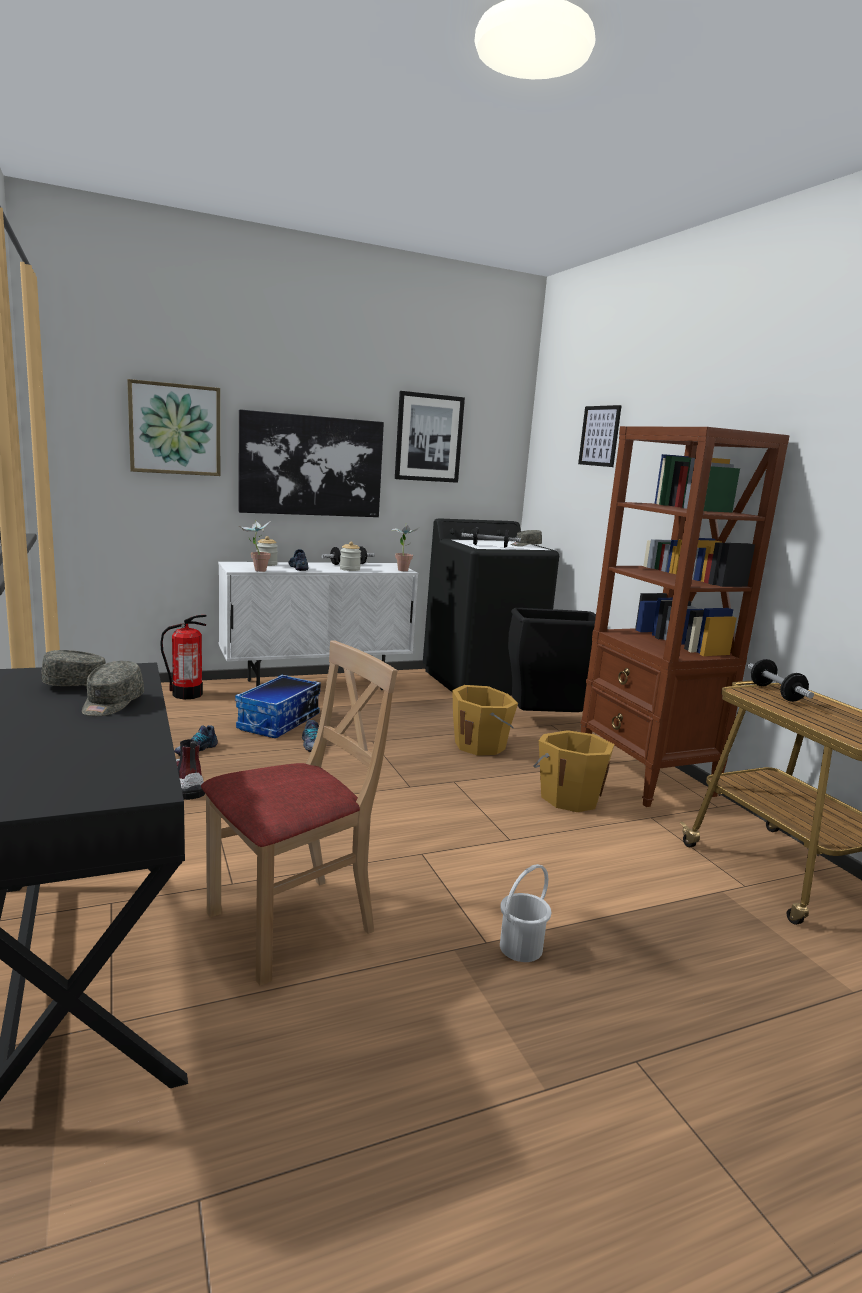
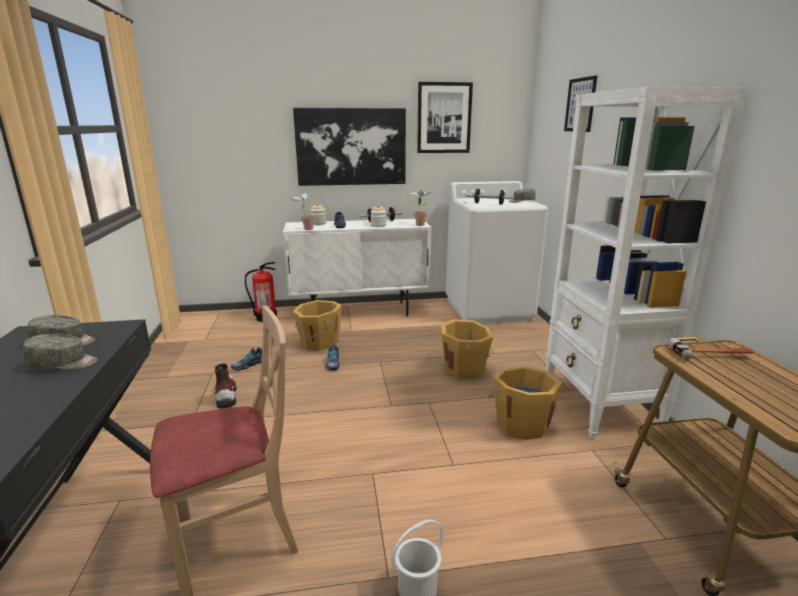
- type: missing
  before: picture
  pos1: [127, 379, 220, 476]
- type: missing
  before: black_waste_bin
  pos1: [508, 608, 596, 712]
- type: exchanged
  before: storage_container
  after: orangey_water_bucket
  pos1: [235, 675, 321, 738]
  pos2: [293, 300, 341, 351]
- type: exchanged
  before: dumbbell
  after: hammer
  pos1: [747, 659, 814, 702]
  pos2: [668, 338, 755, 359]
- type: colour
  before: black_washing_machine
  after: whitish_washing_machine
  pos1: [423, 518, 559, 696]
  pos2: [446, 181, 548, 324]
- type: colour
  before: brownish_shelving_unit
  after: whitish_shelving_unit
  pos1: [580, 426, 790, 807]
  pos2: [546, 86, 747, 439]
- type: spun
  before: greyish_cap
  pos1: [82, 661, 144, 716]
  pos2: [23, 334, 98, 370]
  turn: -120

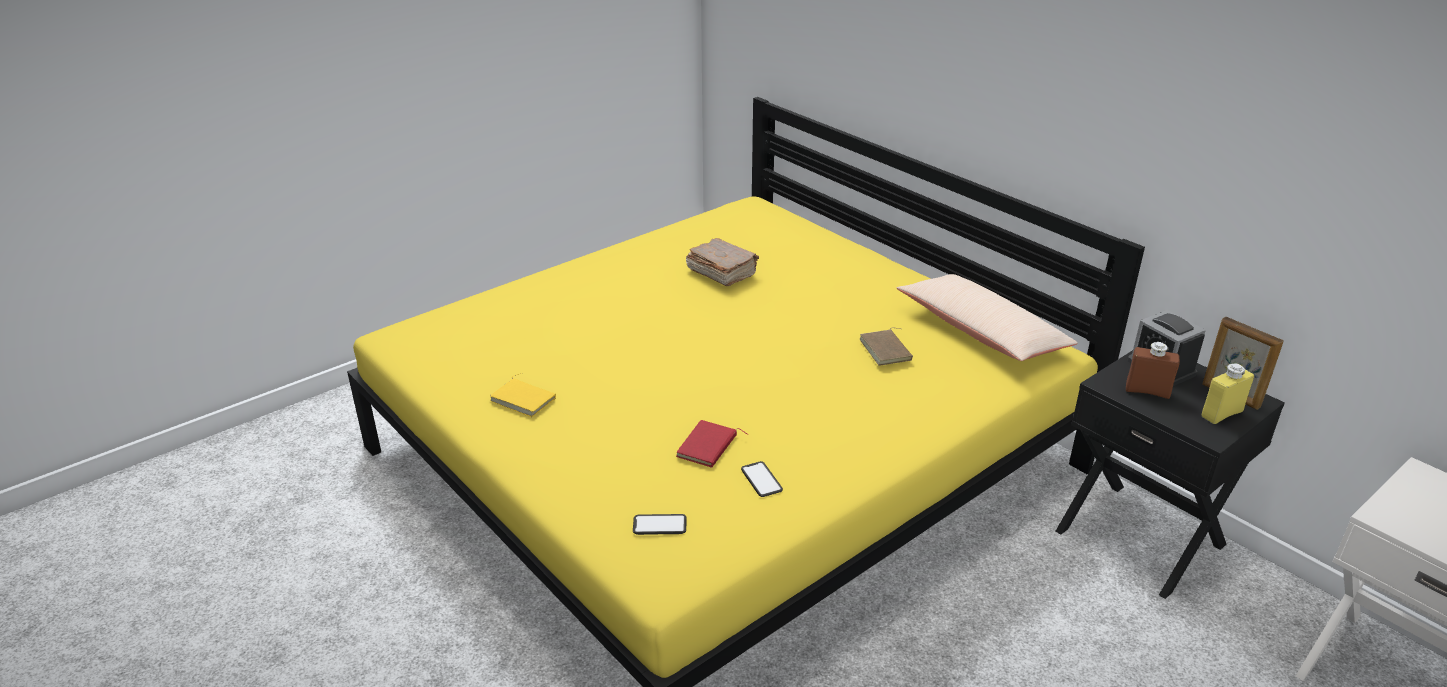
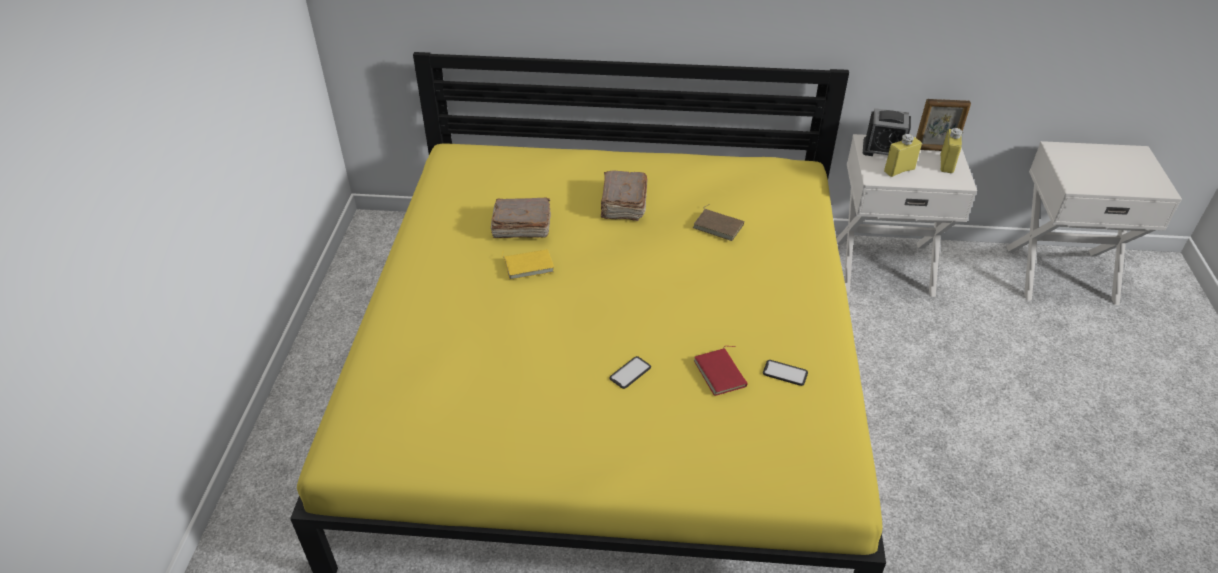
- type: missing
  before: beige_pillow
  pos1: [897, 274, 1078, 361]
- type: appeared
  after: brownish_volume
  pos2: [601, 171, 648, 221]
- type: relocated
  before: yellow_volume
  pos1: [490, 373, 556, 417]
  pos2: [502, 249, 554, 280]
- type: relocated
  before: telephone
  pos1: [633, 514, 686, 535]
  pos2: [609, 356, 651, 389]
- type: colour
  before: black_nightstand
  after: whitish_nightstand
  pos1: [1056, 350, 1285, 599]
  pos2: [836, 134, 977, 297]
- type: colour
  before: brownish_bottle
  after: yellow_bottle
  pos1: [1126, 342, 1180, 399]
  pos2: [884, 134, 922, 177]

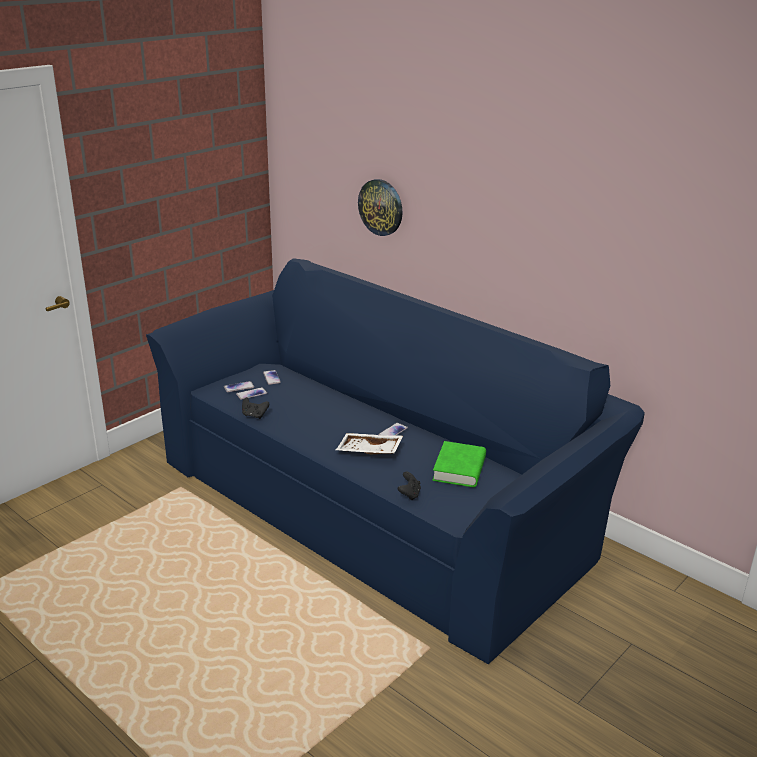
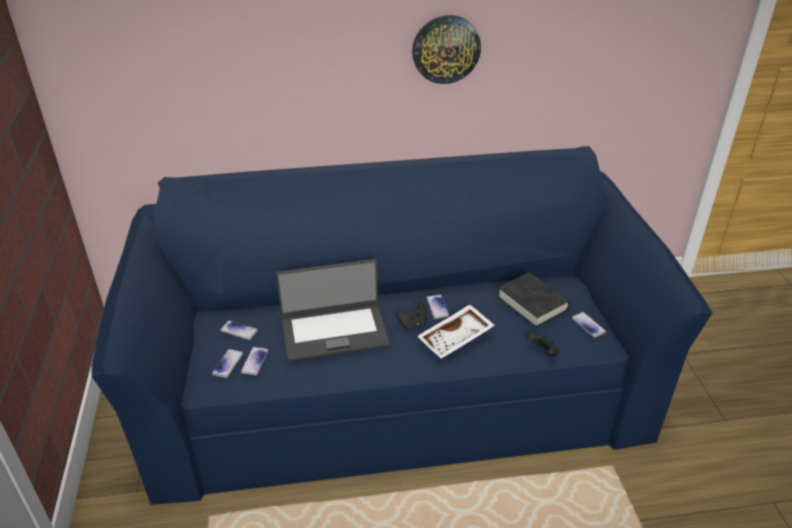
- type: appeared
  after: notebook_computer
  pos2: [276, 259, 390, 361]
- type: appeared
  after: telephone
  pos2: [571, 312, 606, 338]
- type: relocated
  before: black_gamepad
  pos1: [242, 397, 269, 419]
  pos2: [395, 302, 427, 330]
- type: relocated
  before: wall_clock
  pos1: [358, 179, 403, 236]
  pos2: [412, 15, 481, 84]
- type: colour
  before: green_volume
  after: black_volume
  pos1: [433, 441, 486, 487]
  pos2: [497, 272, 570, 328]

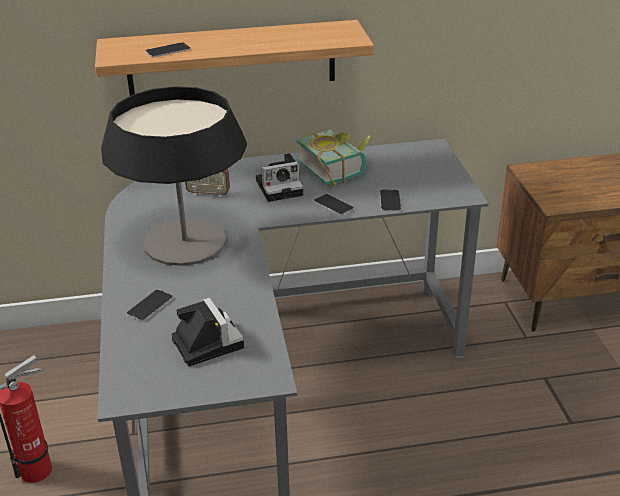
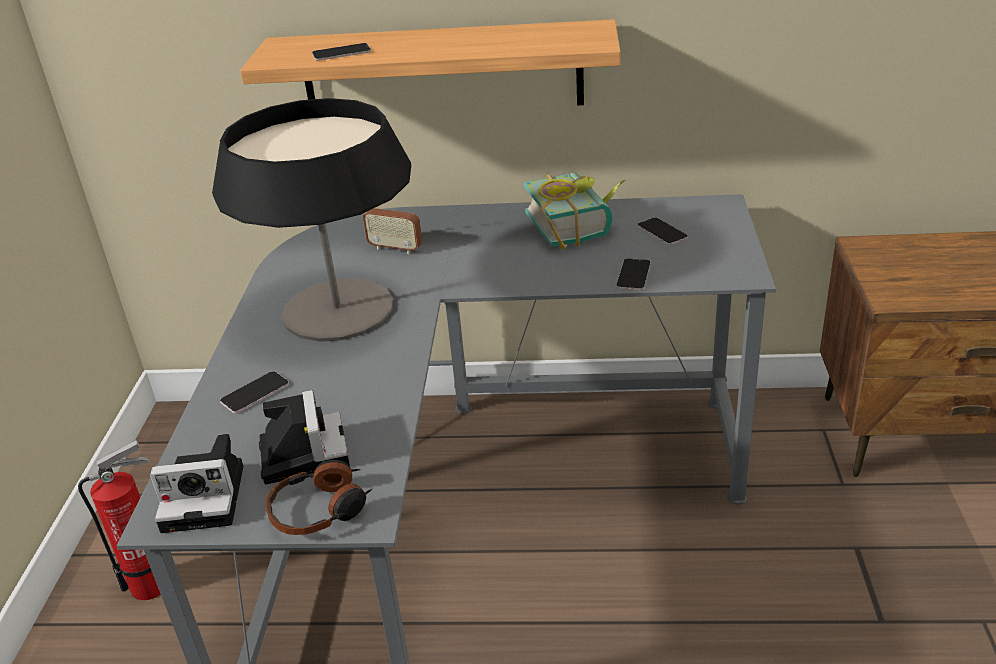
- type: appeared
  after: pair_of_headphones
  pos2: [265, 460, 372, 535]
- type: relocated
  before: still_camera
  pos1: [256, 153, 303, 202]
  pos2: [150, 434, 243, 533]
- type: relocated
  before: telephone
  pos1: [314, 194, 354, 215]
  pos2: [637, 217, 688, 245]

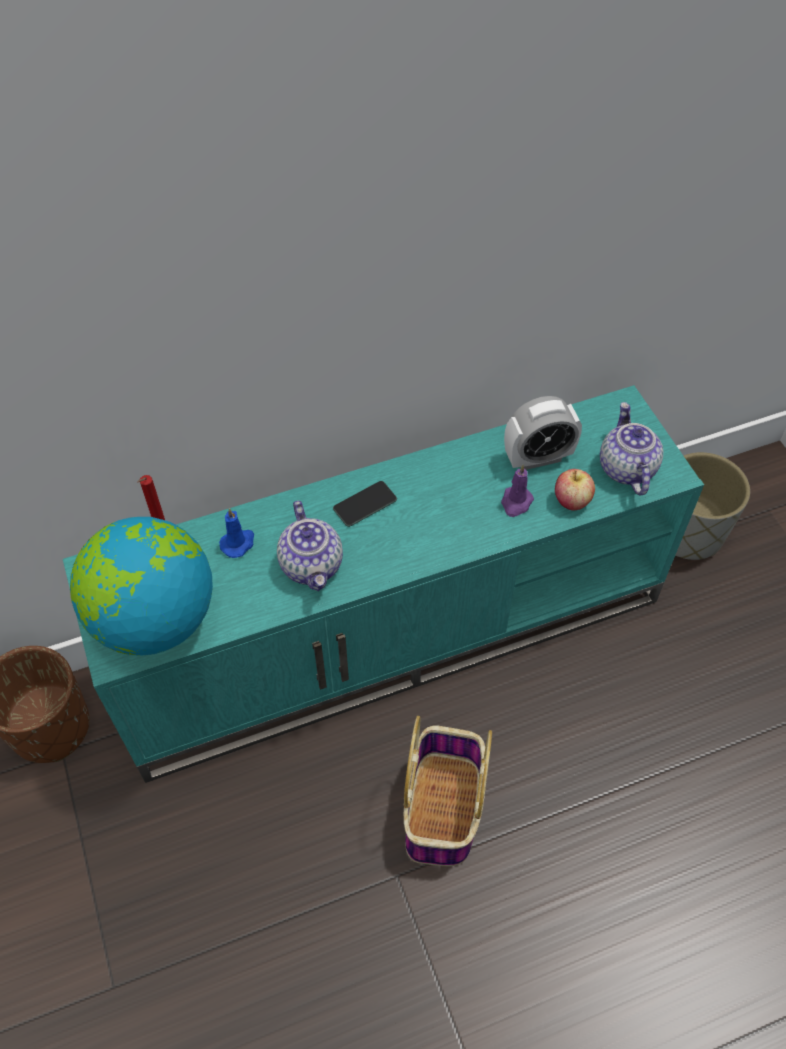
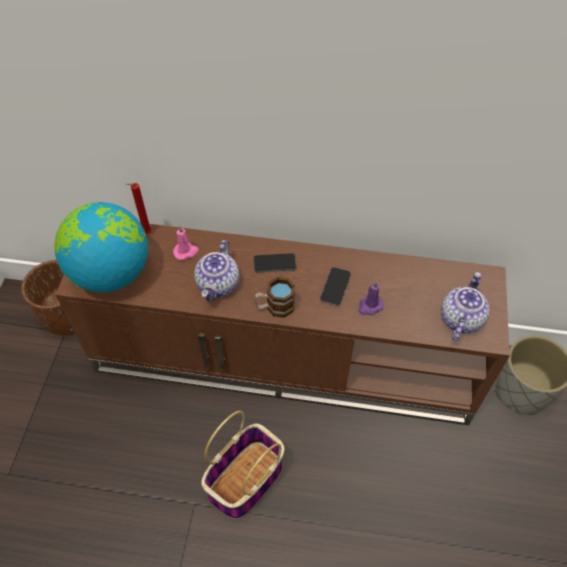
- type: missing
  before: bedside_clock
  pos1: [504, 396, 582, 470]
- type: missing
  before: whole_apple
  pos1: [555, 469, 595, 511]
- type: appeared
  after: coffee_mug
  pos2: [254, 277, 295, 318]
- type: appeared
  after: telephone
  pos2: [320, 267, 351, 306]
- type: colour
  before: blue-green_tv_stand
  after: brownish_tv_stand
  pos1: [63, 385, 704, 783]
  pos2: [55, 224, 510, 425]
- type: colour
  before: bluish_wax_light
  after: pink-coloured_wax_light
  pos1: [219, 508, 254, 558]
  pos2: [173, 226, 199, 260]

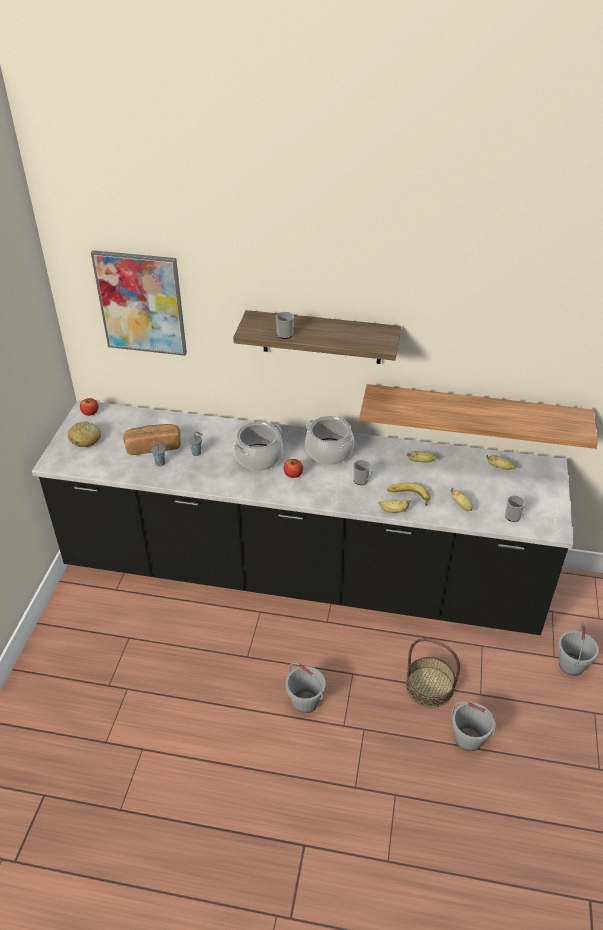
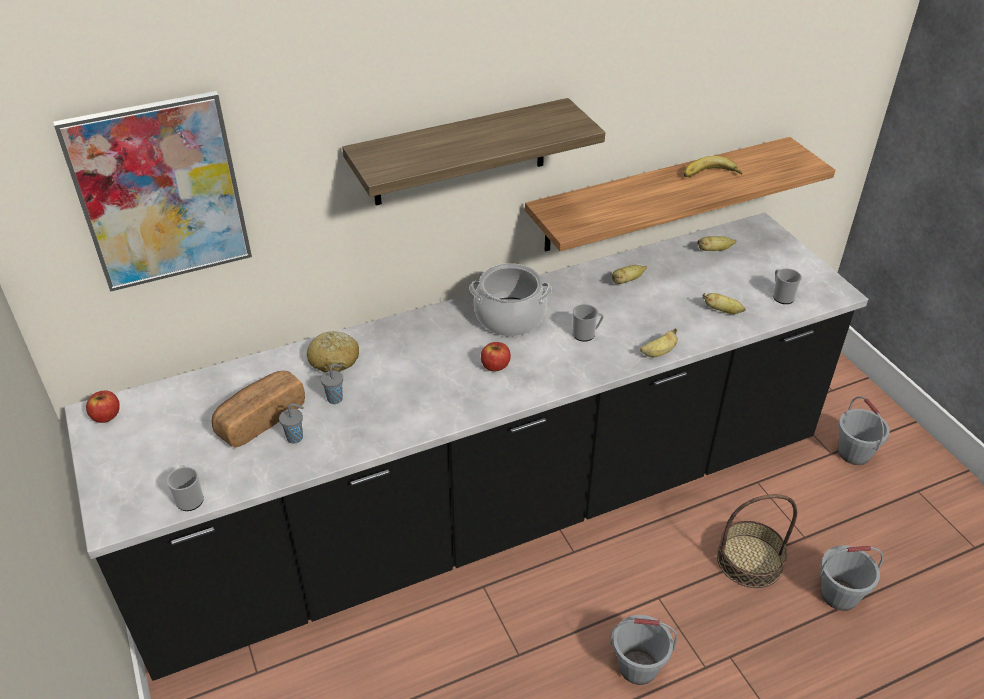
- type: missing
  before: cooking_pot
  pos1: [234, 422, 283, 471]
- type: relocated
  before: bread
  pos1: [68, 422, 101, 447]
  pos2: [307, 331, 359, 372]
- type: relocated
  before: coffee_mug
  pos1: [276, 312, 294, 339]
  pos2: [167, 465, 204, 511]
- type: relocated
  before: banana_fruit
  pos1: [387, 483, 430, 506]
  pos2: [684, 156, 742, 177]

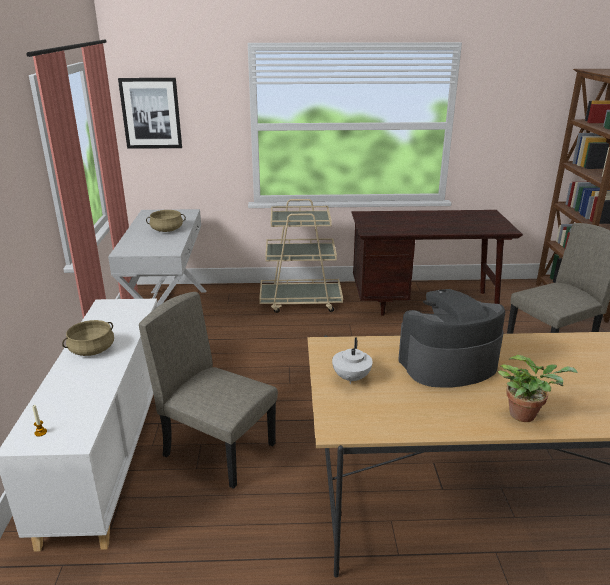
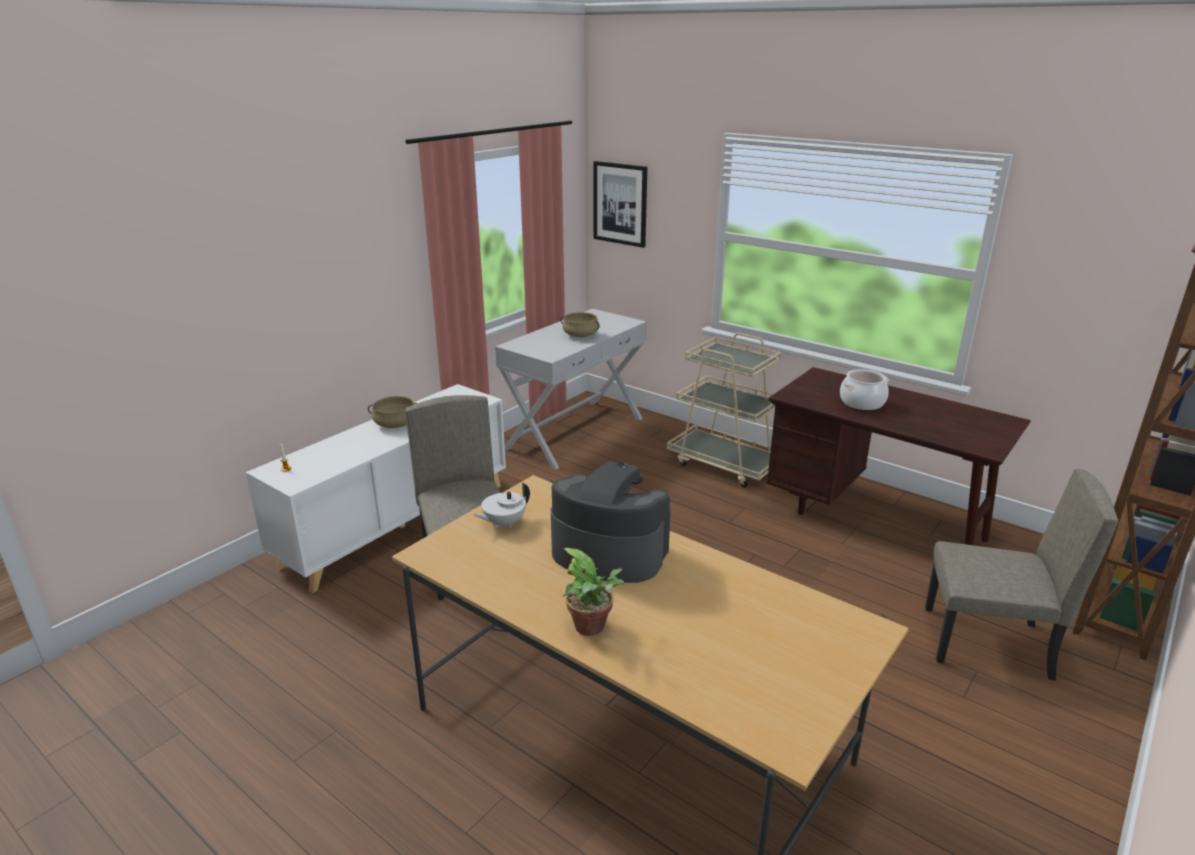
- type: appeared
  after: cooking_pot
  pos2: [840, 369, 889, 410]

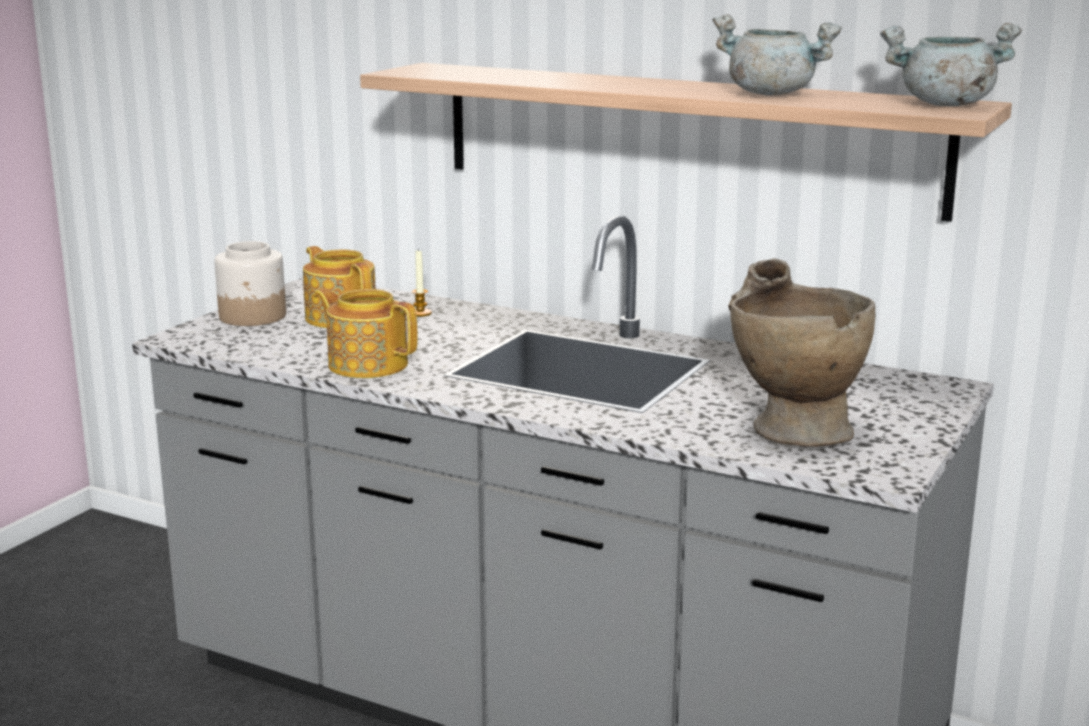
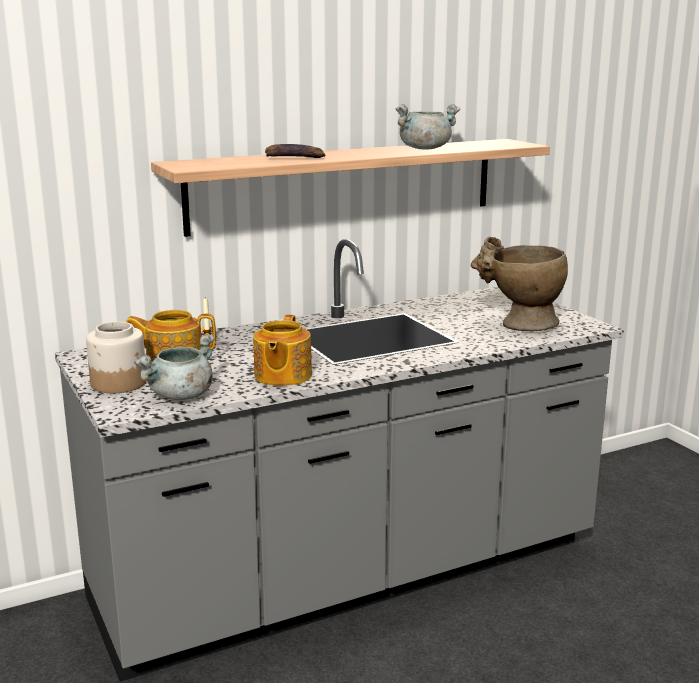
- type: appeared
  after: banana_fruit
  pos2: [265, 144, 325, 158]
- type: relocated
  before: greyish_cooking_pot
  pos1: [880, 23, 1022, 106]
  pos2: [134, 334, 215, 400]
- type: spun
  before: pot_for_tea
  pos1: [314, 288, 417, 378]
  pos2: [253, 314, 312, 386]
  turn: -60

